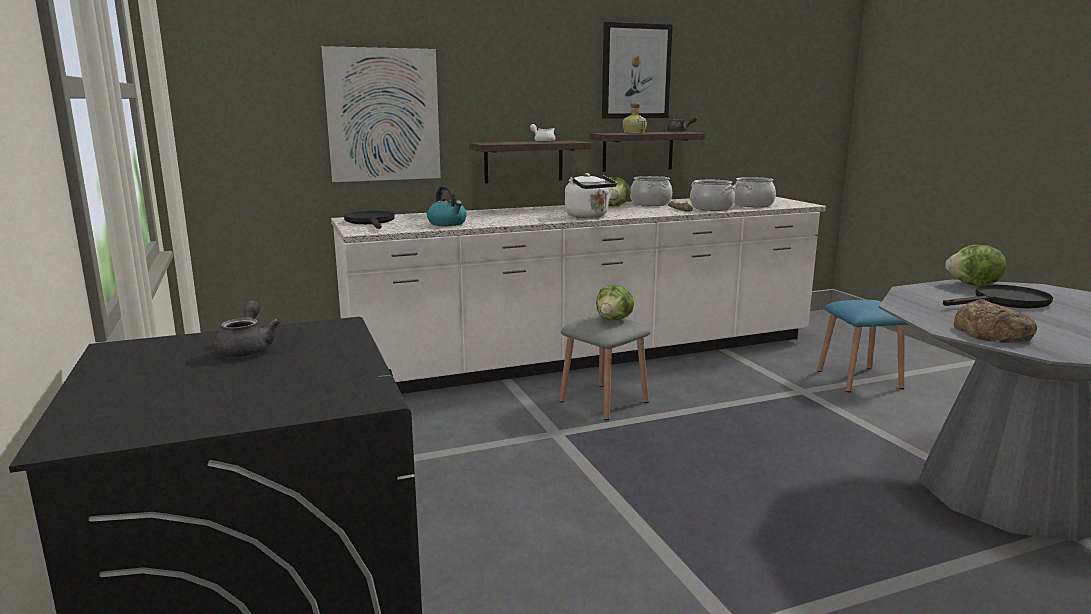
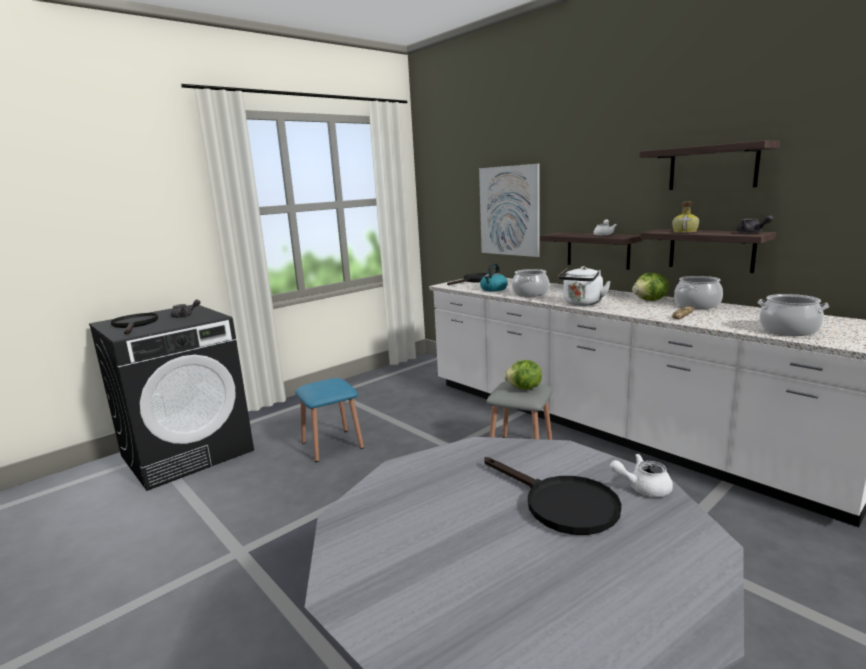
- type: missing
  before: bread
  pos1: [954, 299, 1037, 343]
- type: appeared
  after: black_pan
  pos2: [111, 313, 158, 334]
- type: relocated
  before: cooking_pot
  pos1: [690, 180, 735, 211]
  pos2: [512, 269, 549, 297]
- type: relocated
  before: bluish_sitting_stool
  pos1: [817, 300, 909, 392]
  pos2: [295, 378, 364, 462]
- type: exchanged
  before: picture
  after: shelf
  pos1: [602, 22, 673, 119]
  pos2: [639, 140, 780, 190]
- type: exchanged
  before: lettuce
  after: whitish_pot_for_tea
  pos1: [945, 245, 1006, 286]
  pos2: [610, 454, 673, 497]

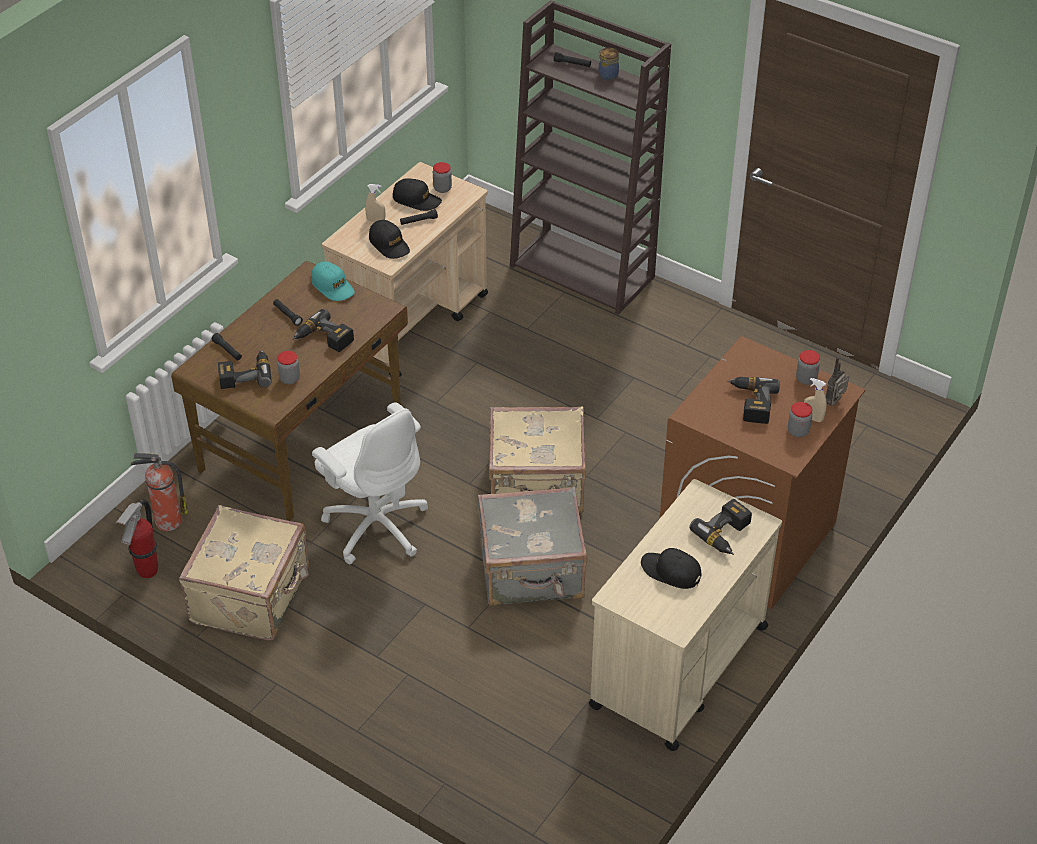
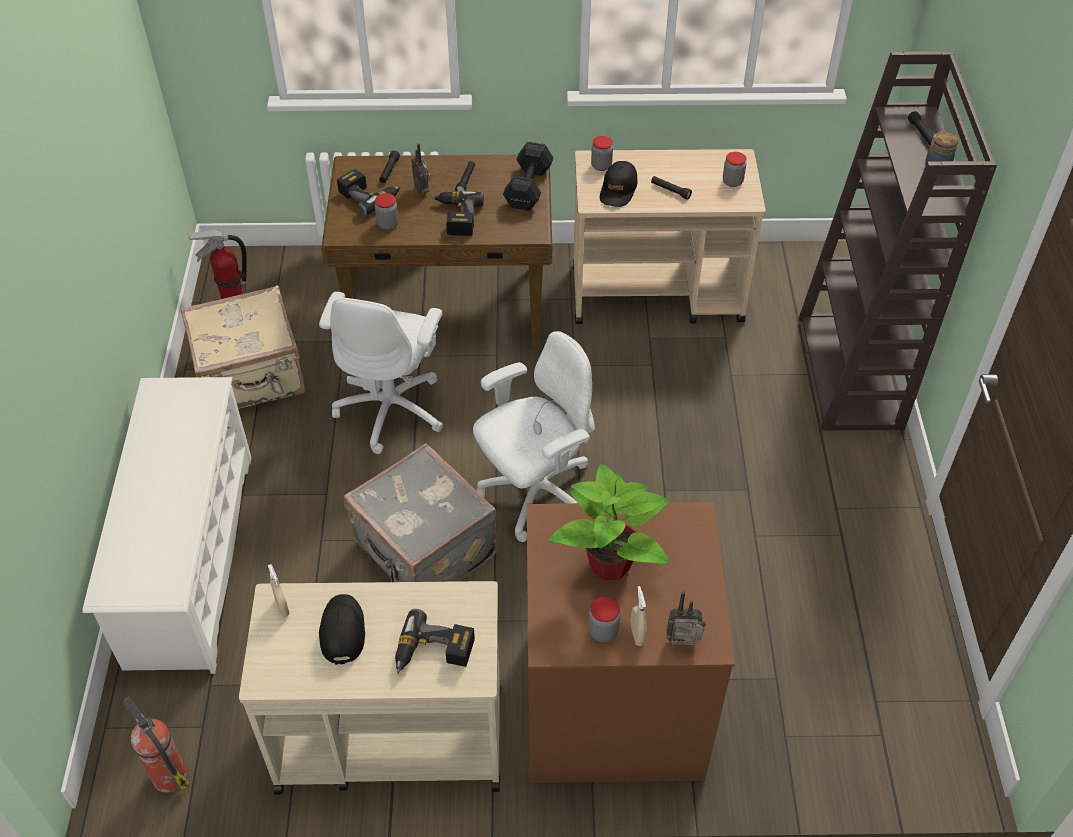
- type: missing
  before: black_cap
  pos1: [393, 178, 442, 211]
- type: appeared
  after: whitish_shoe_stand
  pos2: [83, 377, 252, 674]
- type: appeared
  after: radio_set
  pos2: [411, 143, 431, 195]
- type: relocated
  before: fire-fighting_cylinder
  pos1: [131, 453, 188, 531]
  pos2: [122, 697, 189, 793]
- type: relocated
  before: beige_spray_bottle
  pos1: [365, 184, 385, 222]
  pos2: [268, 564, 290, 617]
- type: relocated
  before: storage_jar
  pos1: [796, 350, 820, 385]
  pos2: [591, 136, 613, 171]
- type: exchanged
  before: blue-green_cap
  after: black_dumbbell
  pos1: [311, 261, 355, 301]
  pos2: [503, 142, 554, 211]
- type: exchanged
  before: beige_suitcase
  after: whitish_computer_chair
  pos1: [489, 406, 586, 513]
  pos2: [473, 331, 595, 542]
- type: exchanged
  before: drill
  after: potted_plant
  pos1: [727, 377, 780, 424]
  pos2: [549, 463, 669, 581]

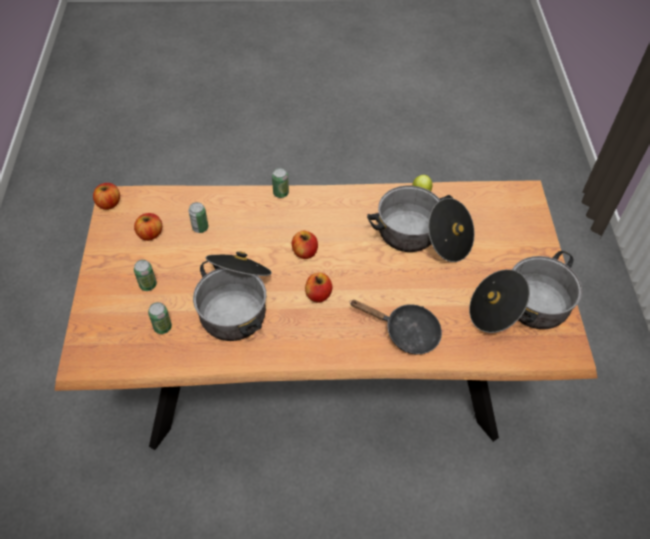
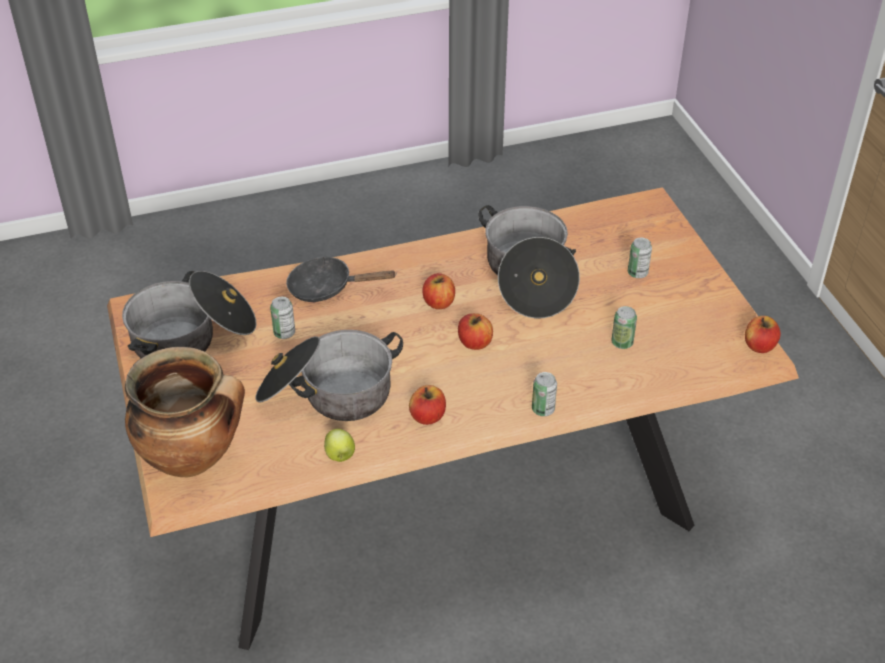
- type: appeared
  after: cooking_pot
  pos2: [125, 347, 245, 477]
- type: relocated
  before: whole_apple
  pos1: [134, 213, 162, 241]
  pos2: [409, 385, 446, 425]
- type: relocated
  before: metal_can
  pos1: [148, 302, 172, 334]
  pos2: [270, 297, 295, 339]

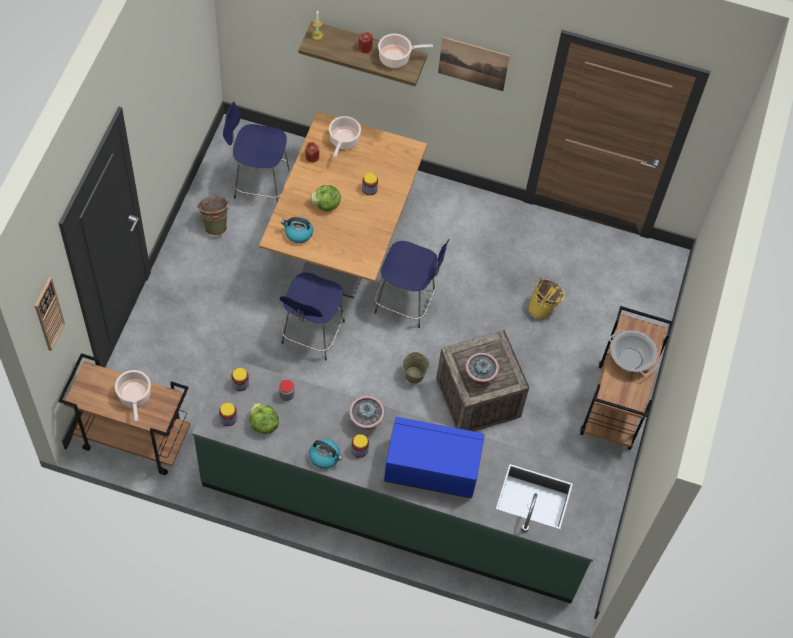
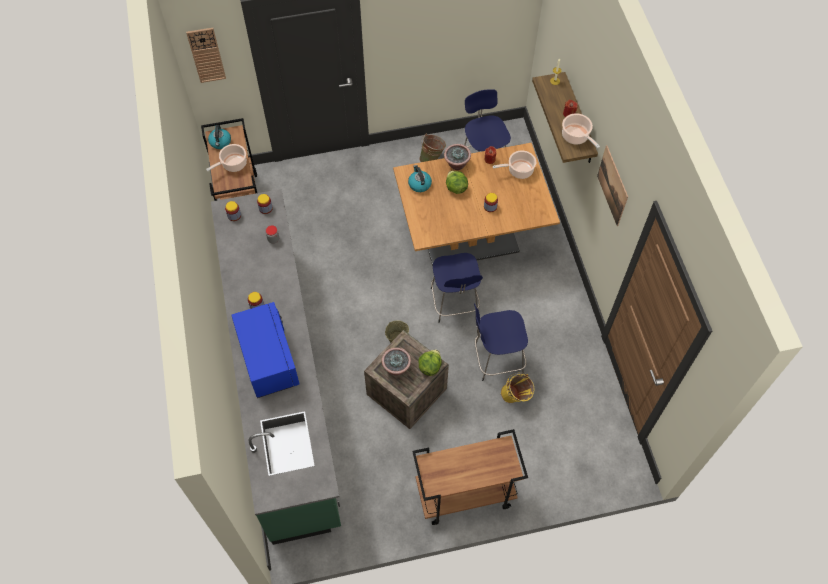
- type: missing
  before: cooking_pot
  pos1: [609, 329, 658, 376]
- type: relocated
  before: lettuce
  pos1: [249, 403, 279, 434]
  pos2: [418, 349, 442, 376]
- type: relocated
  before: bluish_sitting_stool
  pos1: [280, 272, 345, 360]
  pos2: [474, 303, 528, 381]
- type: relocated
  before: kettle
  pos1: [309, 439, 343, 469]
  pos2: [208, 125, 231, 149]
- type: relocated
  before: potted_plant
  pos1: [349, 396, 385, 430]
  pos2: [444, 144, 471, 170]

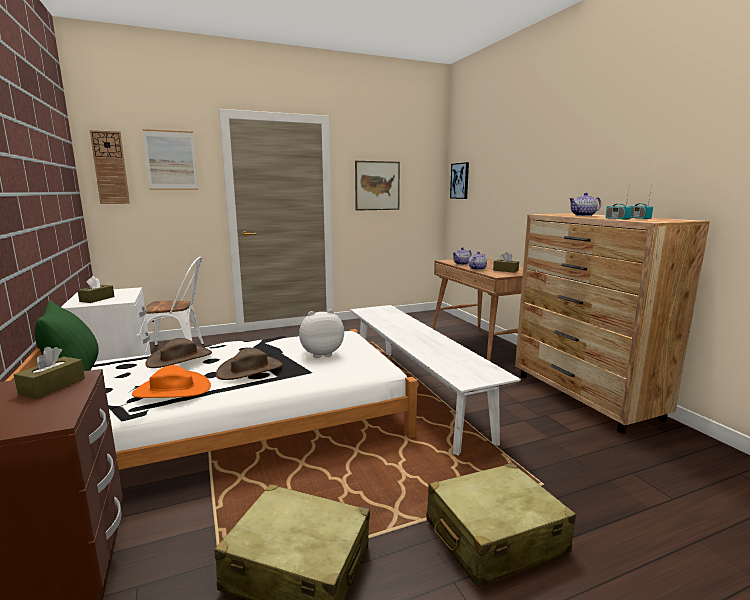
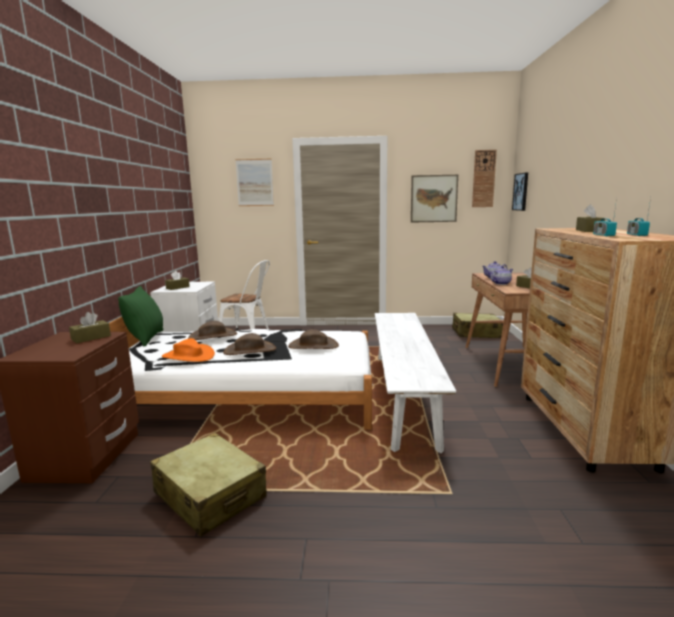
- type: relocated
  before: wall_clock
  pos1: [90, 130, 130, 204]
  pos2: [472, 150, 497, 207]
- type: relocated
  before: beige_suitcase
  pos1: [427, 463, 576, 587]
  pos2: [452, 313, 503, 338]
- type: exchanged
  before: cuddly_toy
  after: brownish_wearable_hat
  pos1: [299, 309, 344, 358]
  pos2: [288, 329, 339, 349]
- type: exchanged
  before: pot_for_tea
  after: brownish_tissue_holder
  pos1: [569, 193, 601, 216]
  pos2: [576, 204, 605, 232]

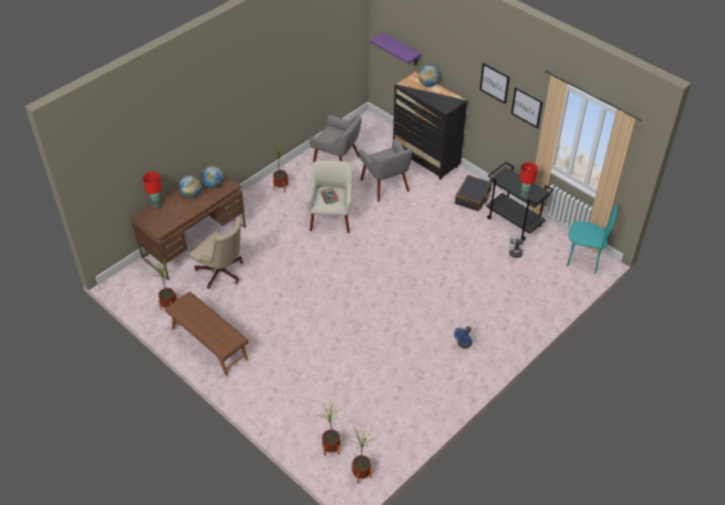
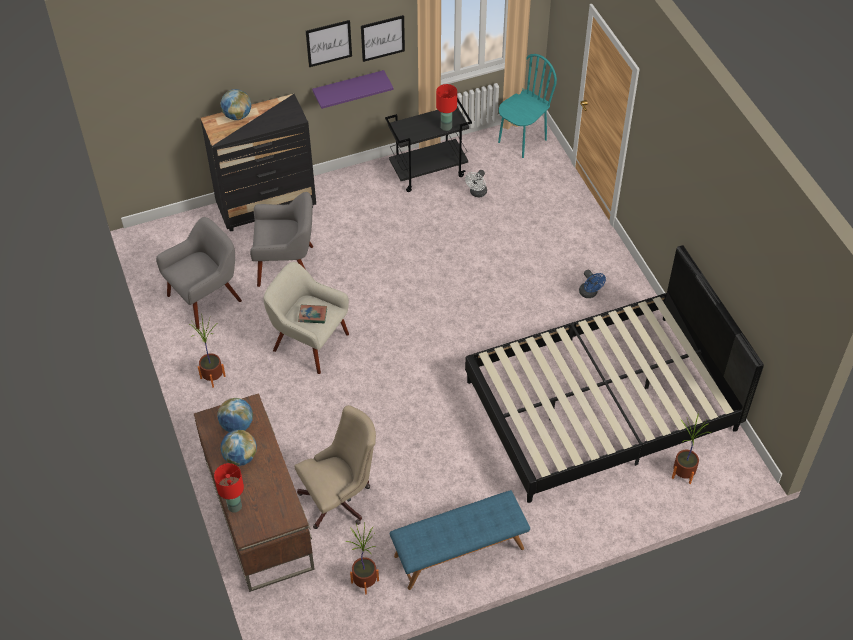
- type: missing
  before: potted_plant
  pos1: [349, 427, 375, 484]
- type: missing
  before: black_suitcase
  pos1: [455, 175, 492, 211]
- type: appeared
  after: black_sleeping_bed
  pos2: [465, 245, 764, 503]
- type: relocated
  before: purple_shelf
  pos1: [369, 32, 422, 65]
  pos2: [312, 70, 394, 109]
- type: colour
  before: brownish_bench
  after: bluish_bench
  pos1: [165, 292, 248, 376]
  pos2: [390, 490, 530, 590]

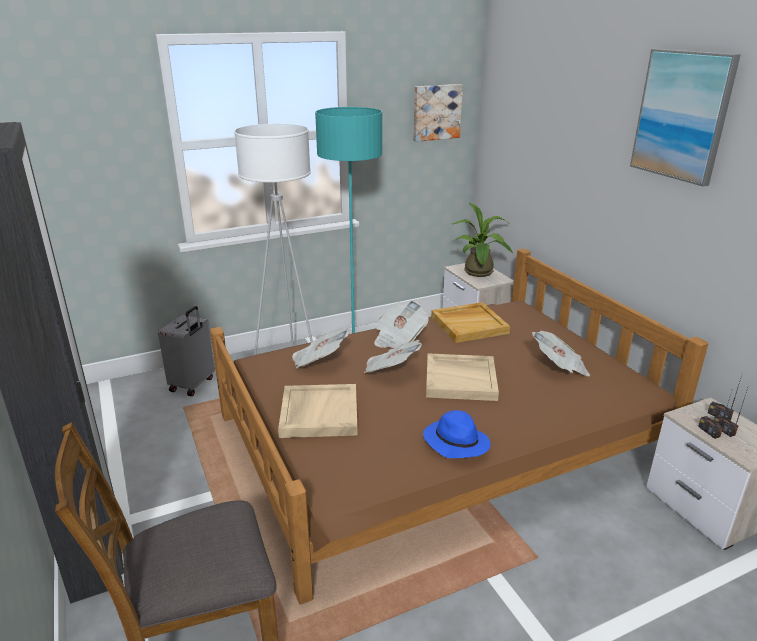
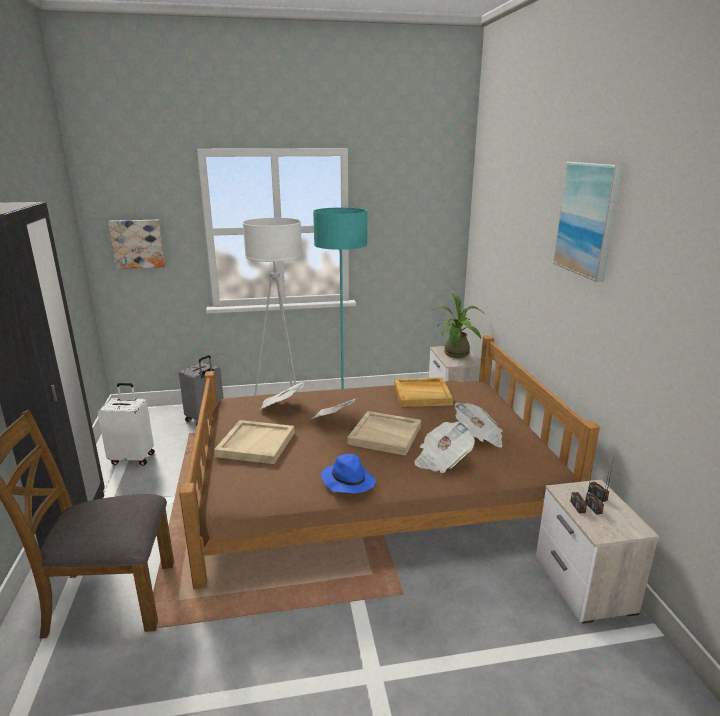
- type: appeared
  after: whitish_suitcase
  pos2: [97, 383, 155, 466]
- type: relocated
  before: daily_paper
  pos1: [374, 300, 429, 348]
  pos2: [414, 422, 475, 473]
- type: relocated
  before: picture
  pos1: [413, 84, 463, 142]
  pos2: [108, 220, 165, 269]

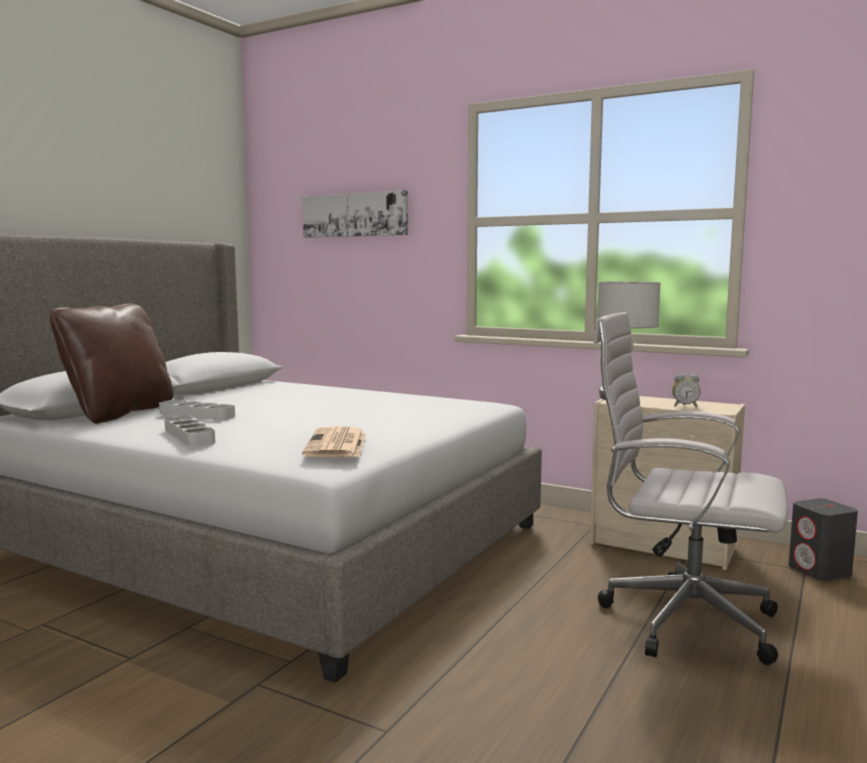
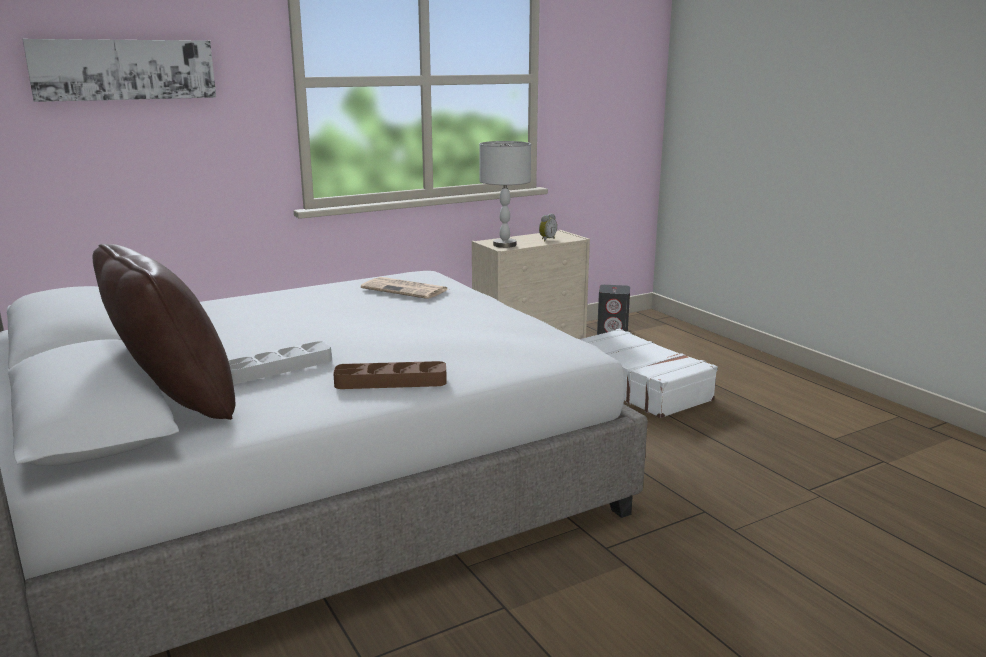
- type: relocated
  before: daily_paper
  pos1: [302, 426, 366, 457]
  pos2: [361, 277, 449, 299]
- type: exchanged
  before: whitish_computer_chair
  after: whitish_suitcase
  pos1: [594, 312, 788, 665]
  pos2: [579, 329, 718, 418]
- type: colour
  before: greyish_carrying_tray
  after: brownish_carrying_tray
  pos1: [164, 415, 215, 447]
  pos2: [333, 361, 447, 389]

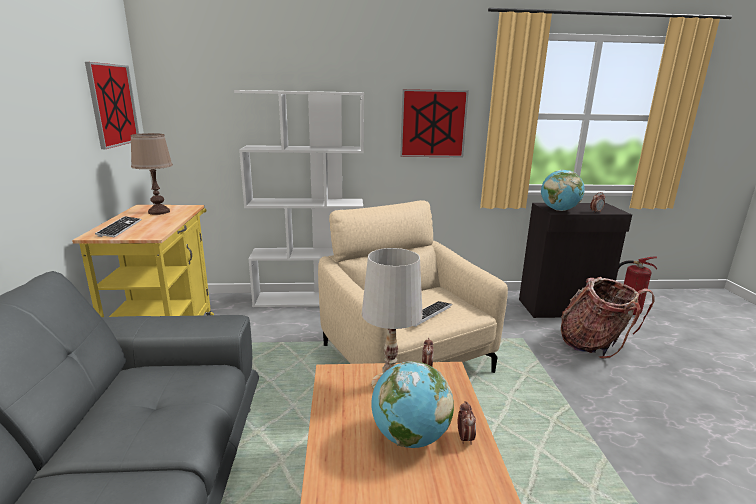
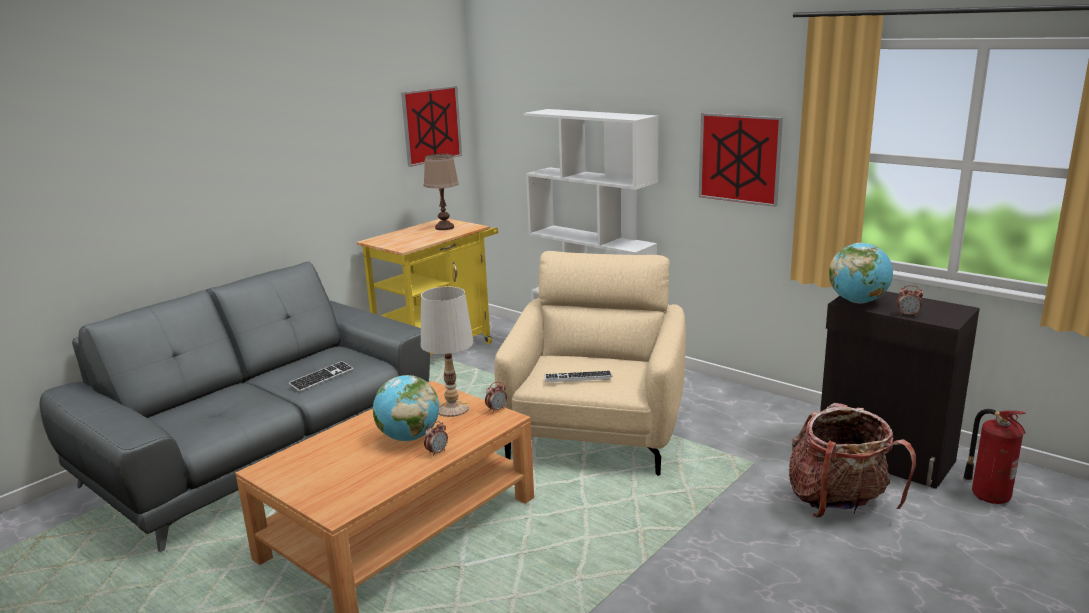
- type: relocated
  before: keyboard
  pos1: [95, 216, 142, 237]
  pos2: [288, 361, 354, 392]

